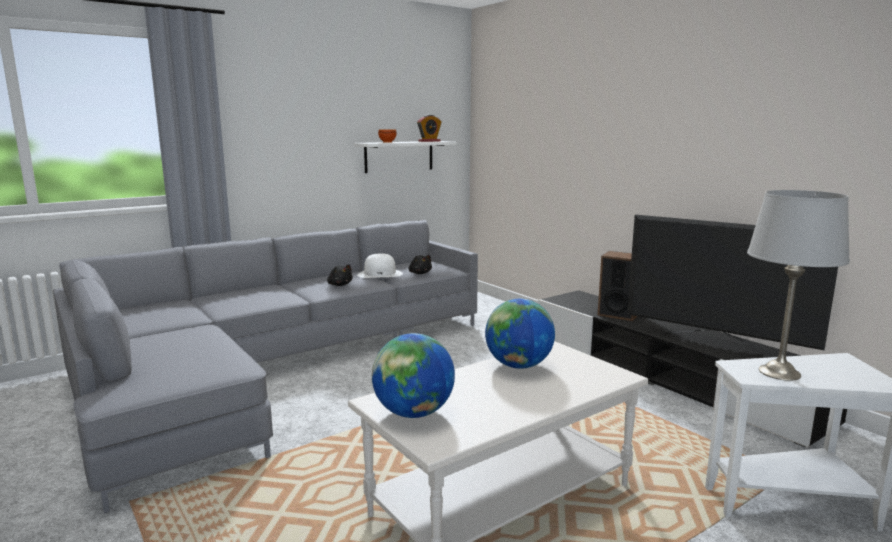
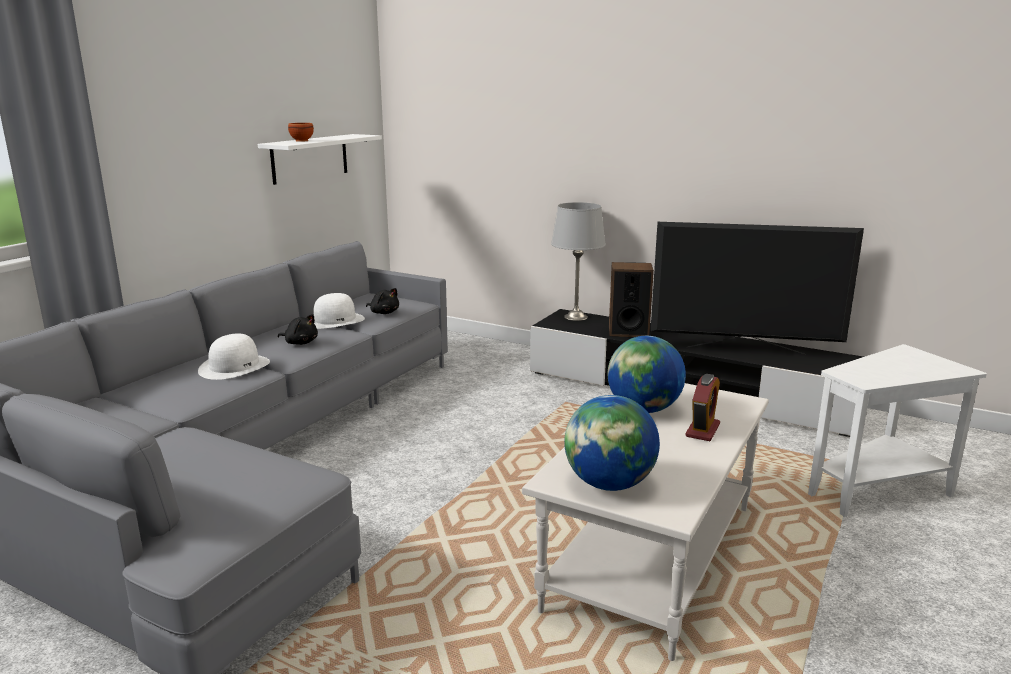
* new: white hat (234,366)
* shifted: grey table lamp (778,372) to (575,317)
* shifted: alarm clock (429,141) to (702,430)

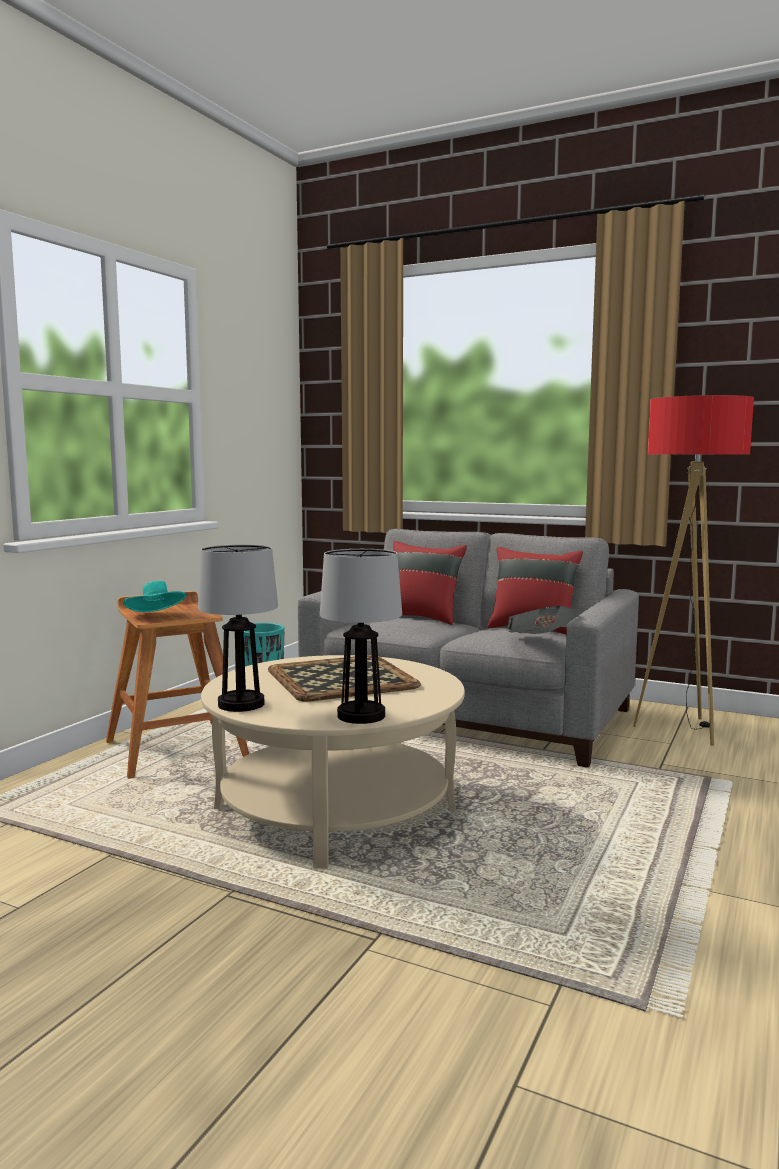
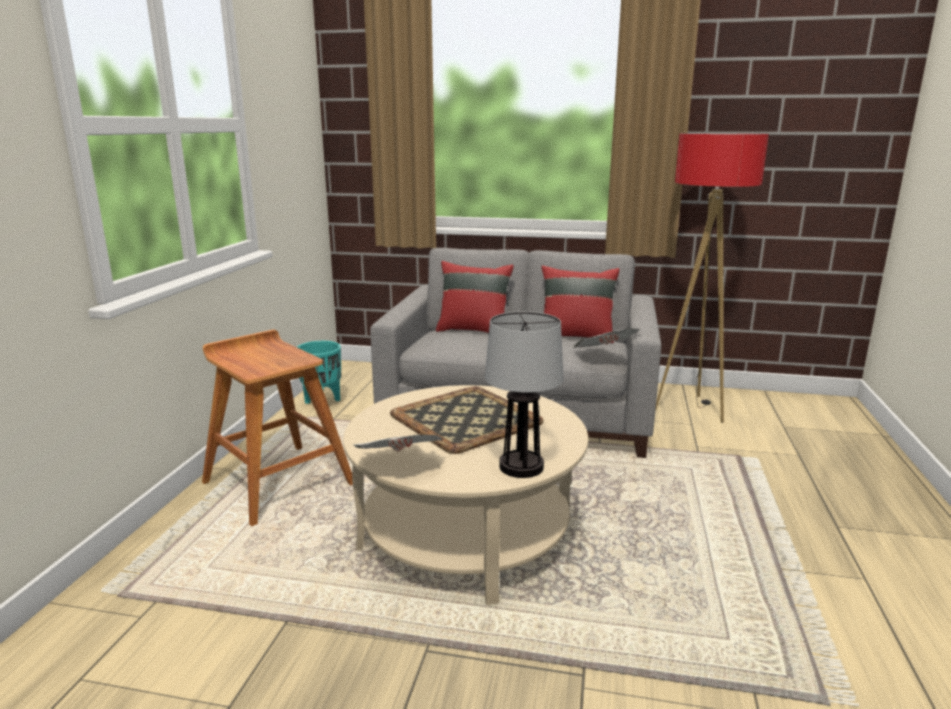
* swapped: table lamp (241,704) to newspaper (399,465)
* gone: turquoise hat (157,616)

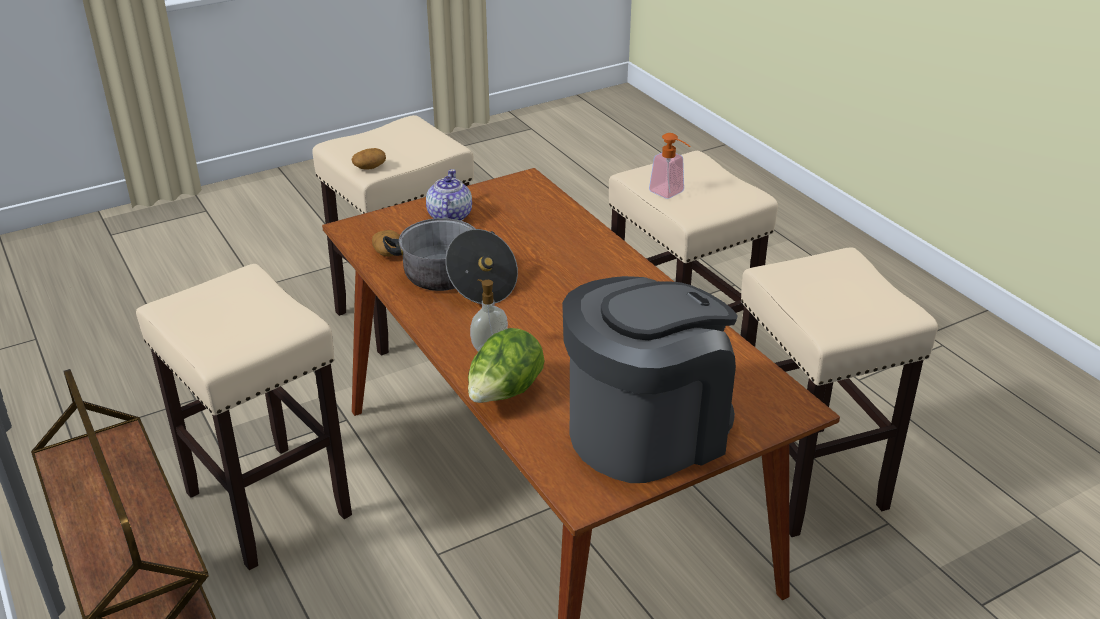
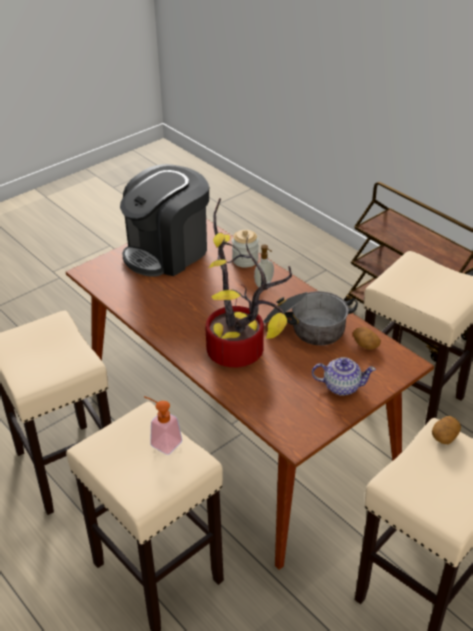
* new: potted plant (240,351)
* swapped: lettuce (504,394) to jar (245,260)
* rotated: teapot (449,217) = (341,386) 75 degrees counterclockwise

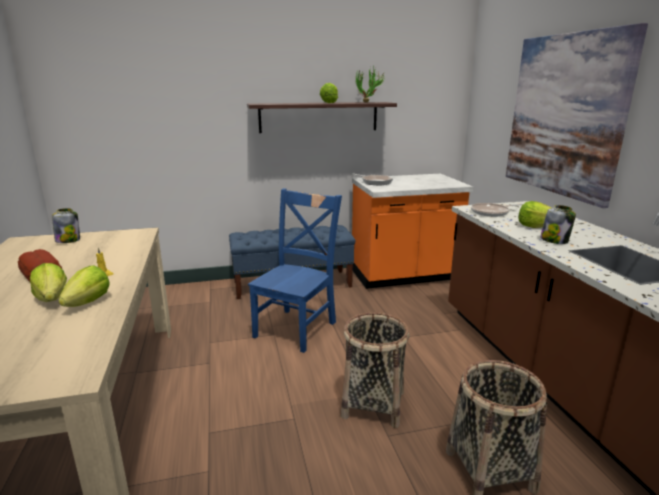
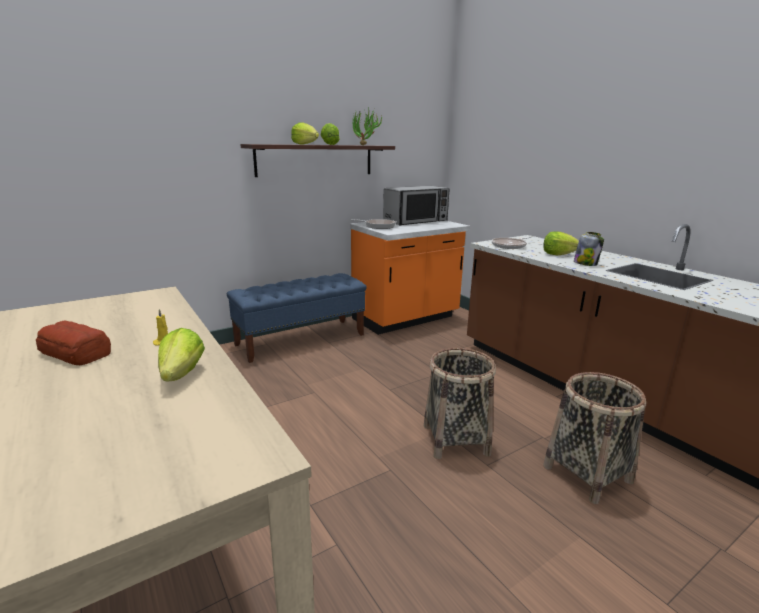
* shifted: lettuce (52,298) to (305,144)
* new: microwave (416,221)
* gone: jar (68,240)
* gone: blue chair (297,328)
* gone: picture (564,115)

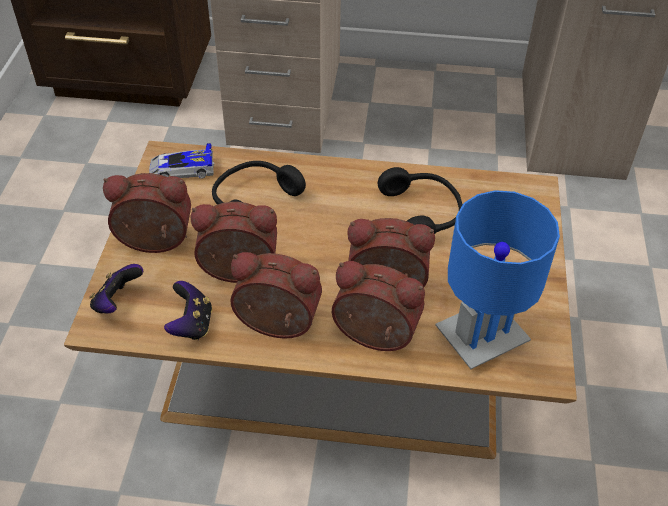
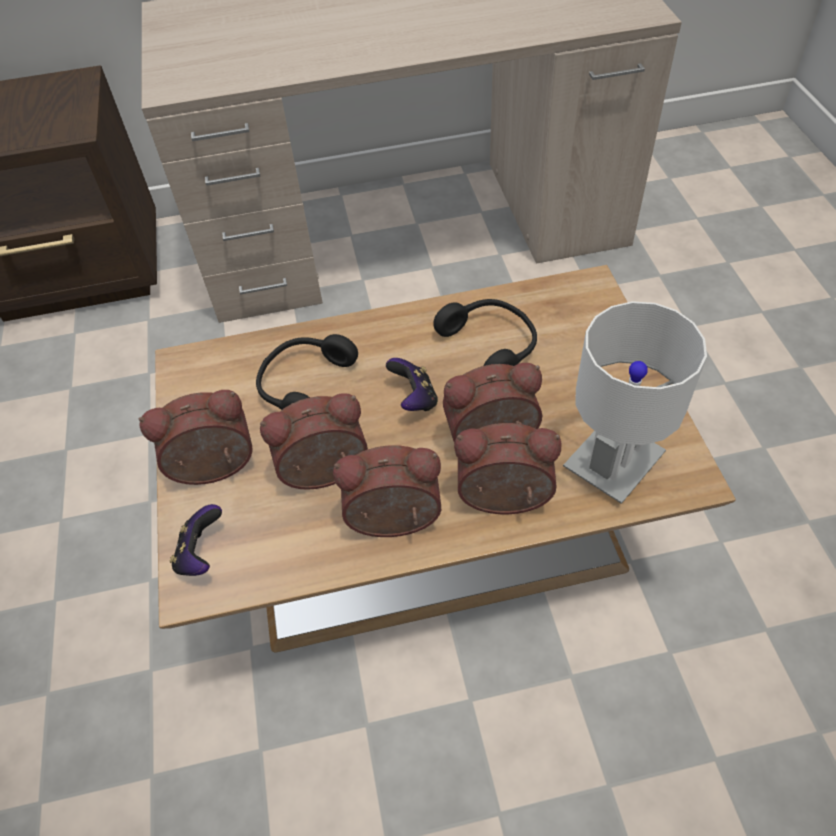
* shifted: game controller (191,325) to (414,399)
* repainted: blue table lamp (481,337) to white table lamp (612,463)
* gone: toy car (182,169)

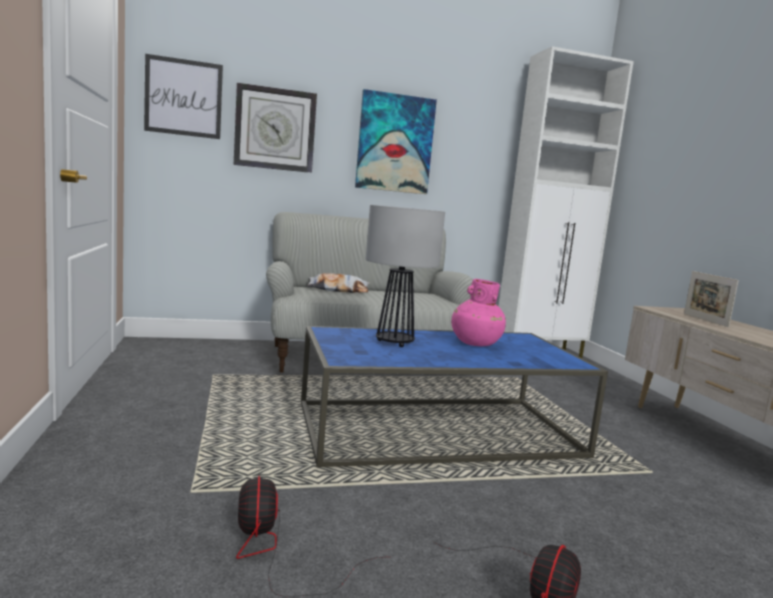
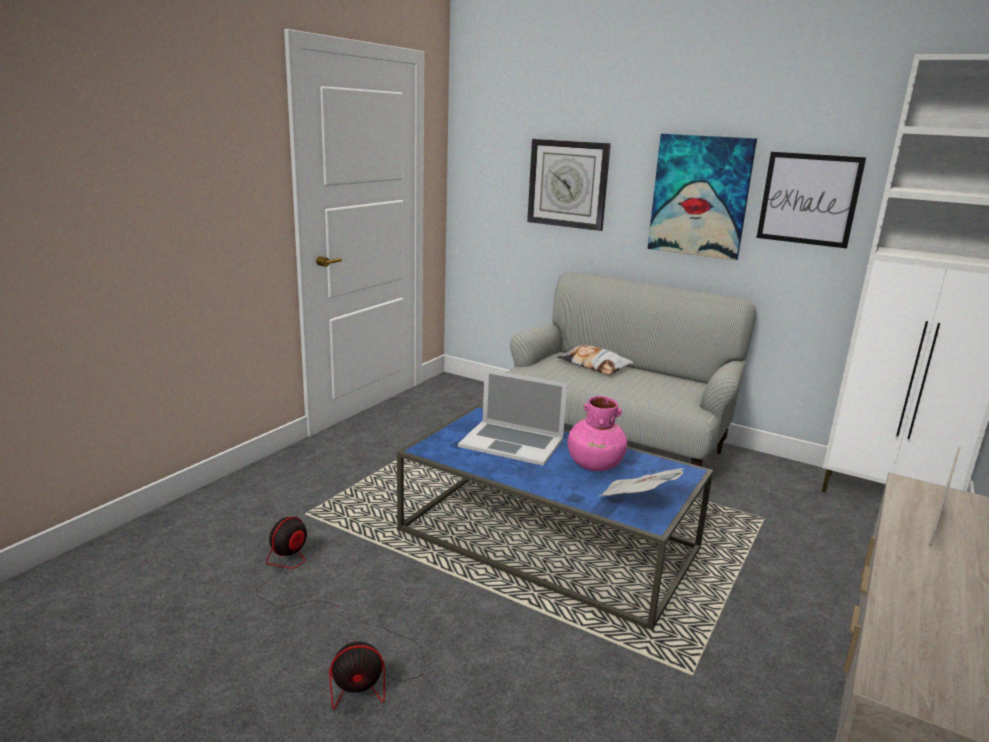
* swapped: table lamp (394,342) to laptop (512,442)
* new: newspaper (637,501)
* shifted: picture (183,97) to (808,199)

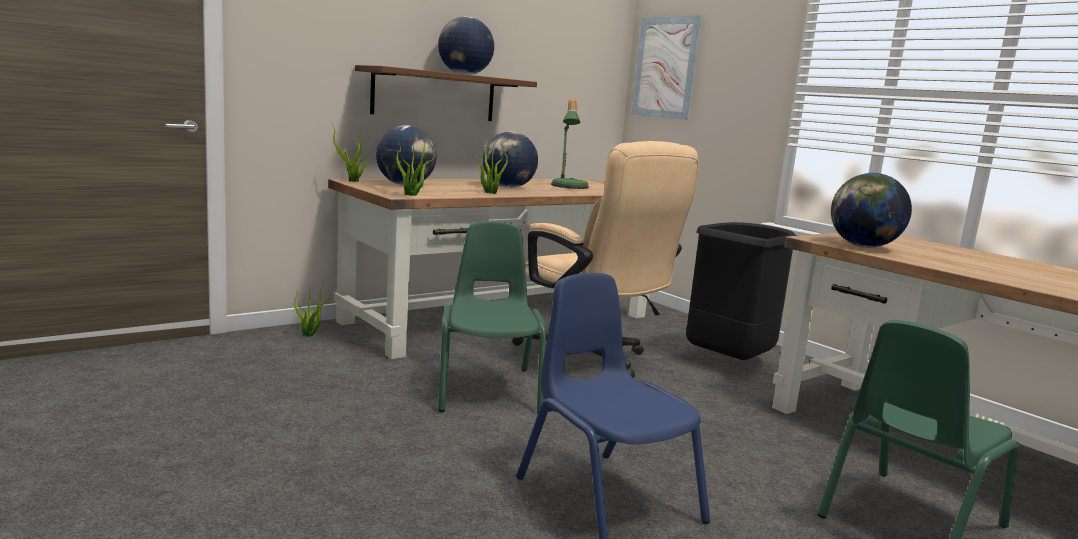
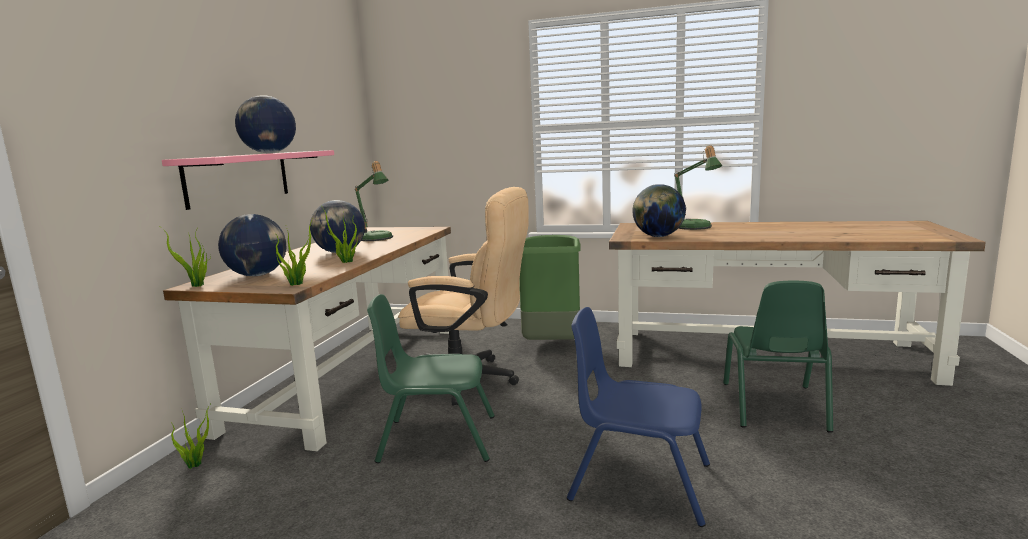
* repainted: brown shelf (434,95) to pink shelf (238,178)
* rotated: green chair (488,389) = (437,439) 45 degrees counterclockwise
* repainted: black trash can (730,362) to green trash can (552,344)
* new: table lamp (695,228)
* gone: picture (665,68)

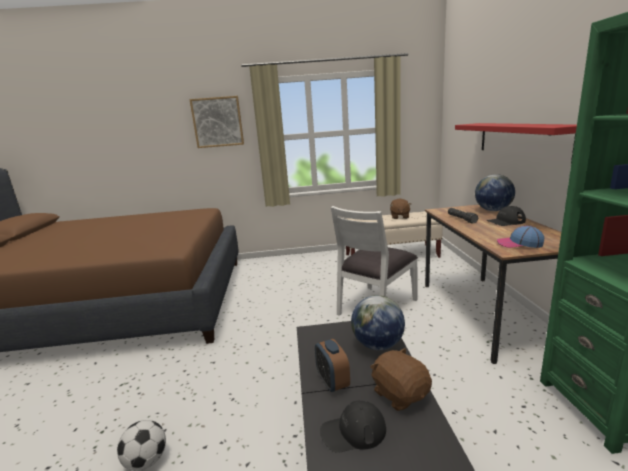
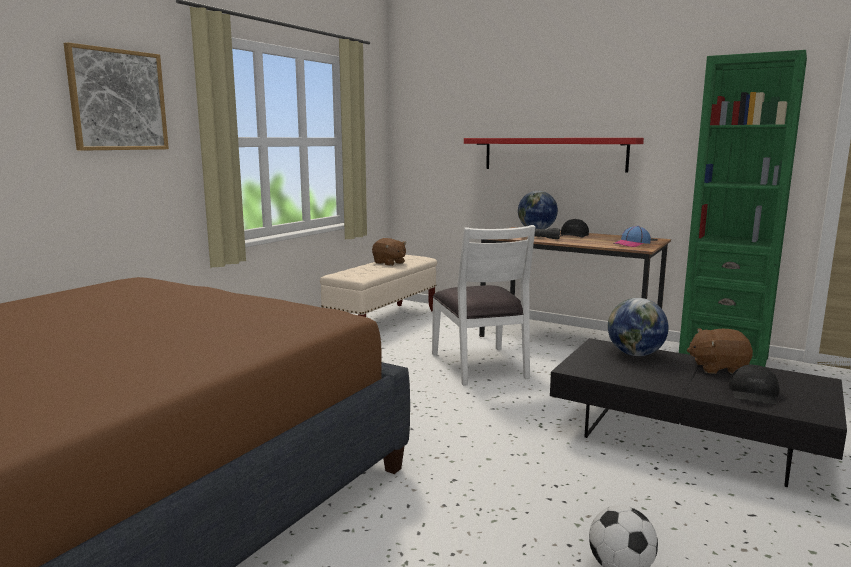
* gone: alarm clock (332,382)

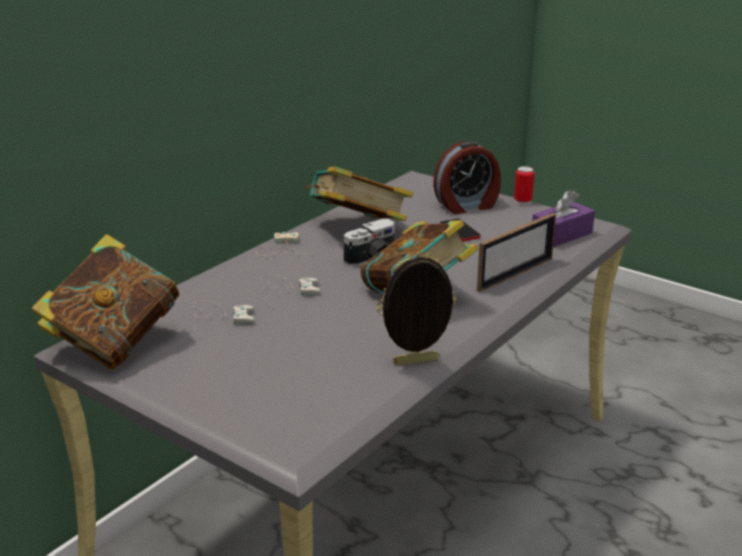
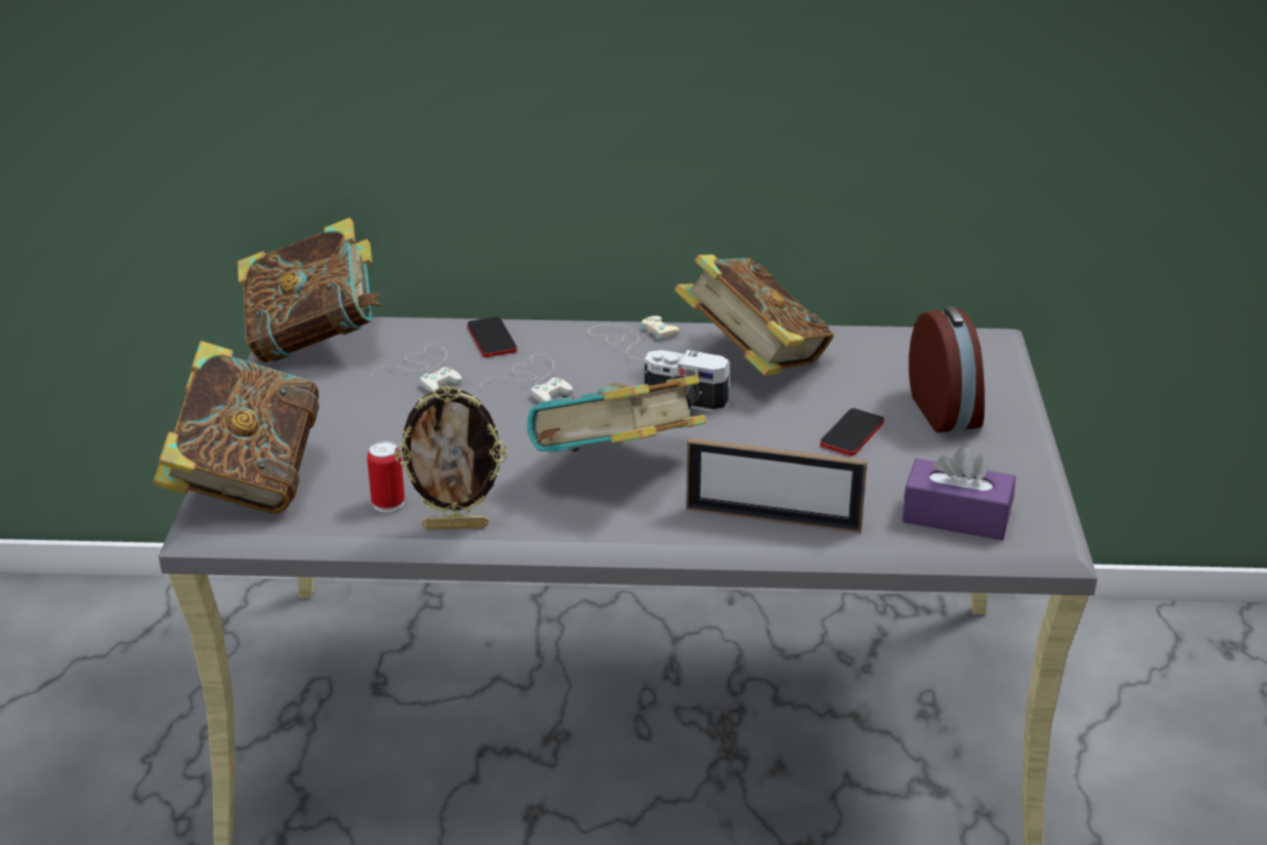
* new: book (245,483)
* shifted: can (522,201) to (388,503)
* rotated: picture frame (416,363) = (456,526) 135 degrees clockwise
* new: phone (491,338)
* rotated: alarm clock (467,206) = (946,411) 135 degrees counterclockwise

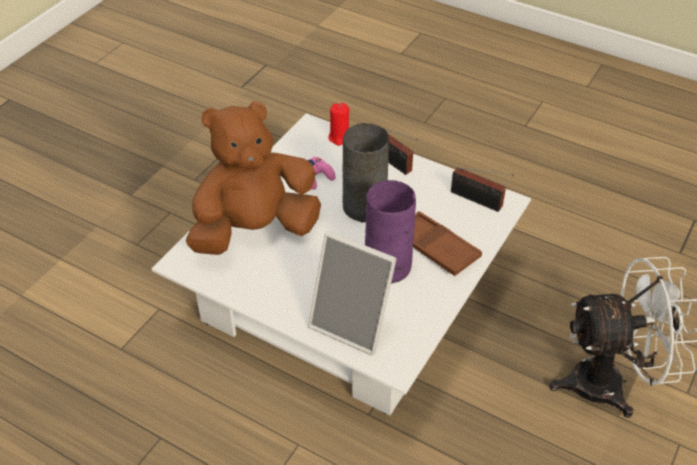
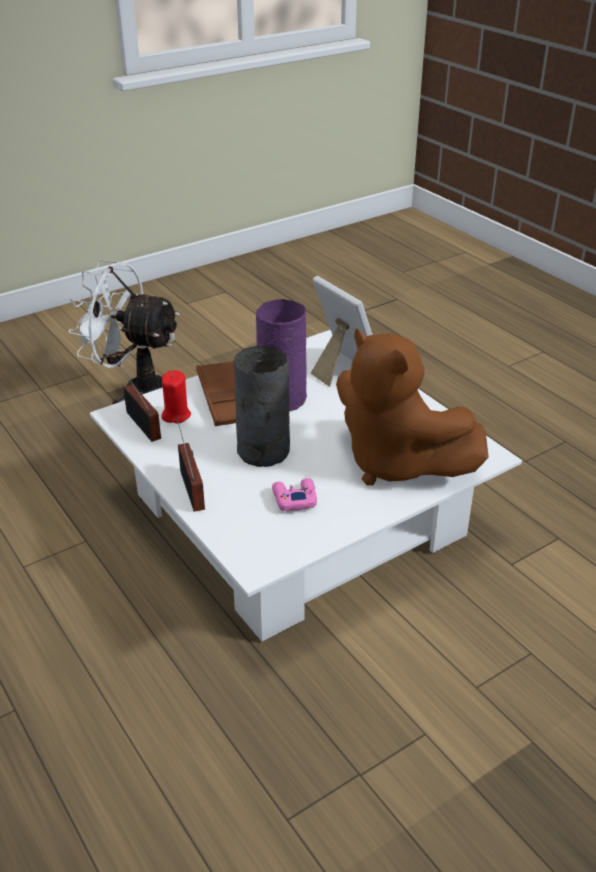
* shifted: red candle (340,137) to (176,415)
* rotated: brown plush toy (255,230) = (396,463) 45 degrees clockwise

